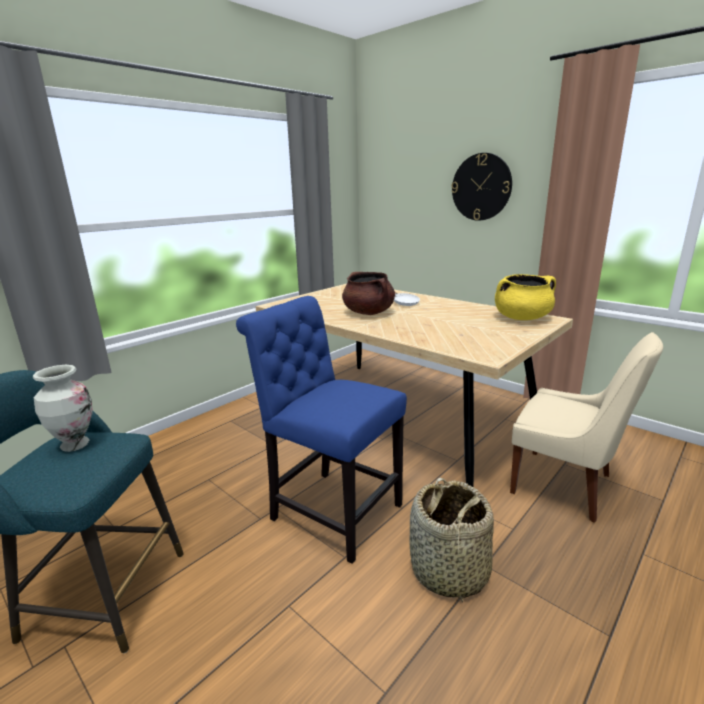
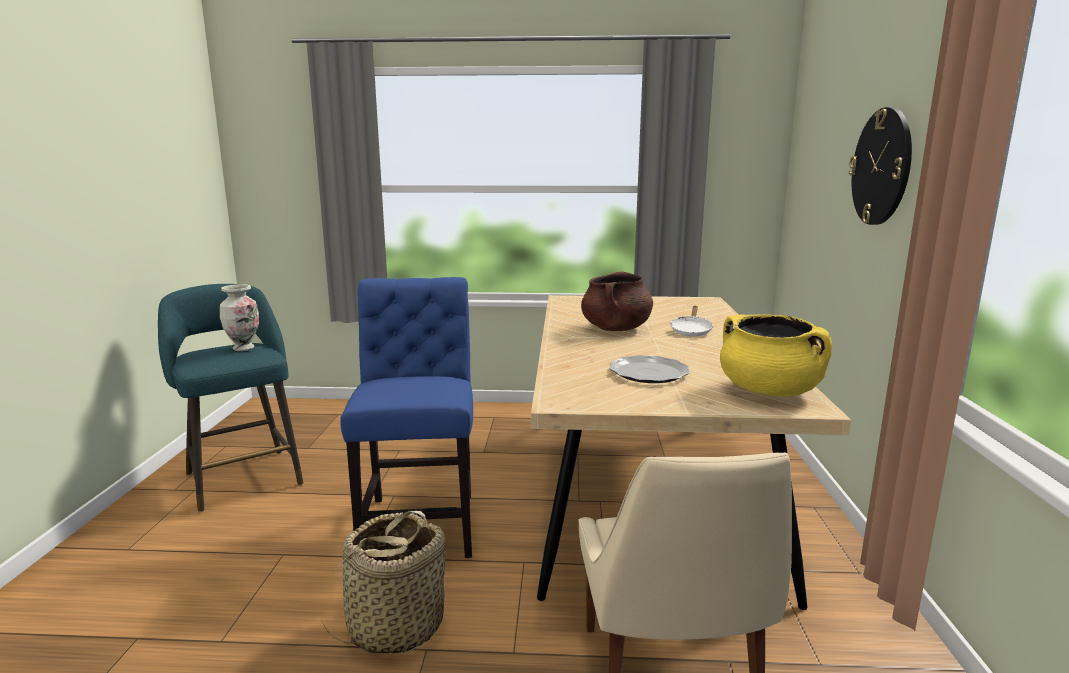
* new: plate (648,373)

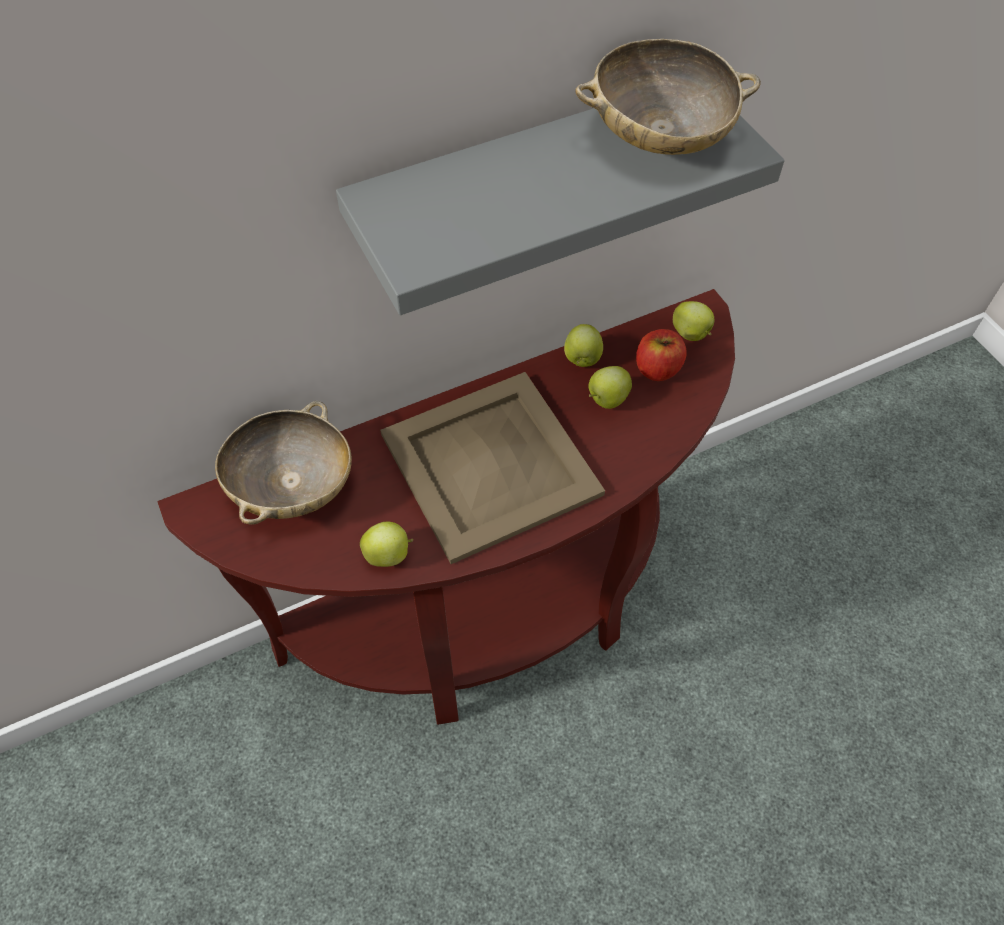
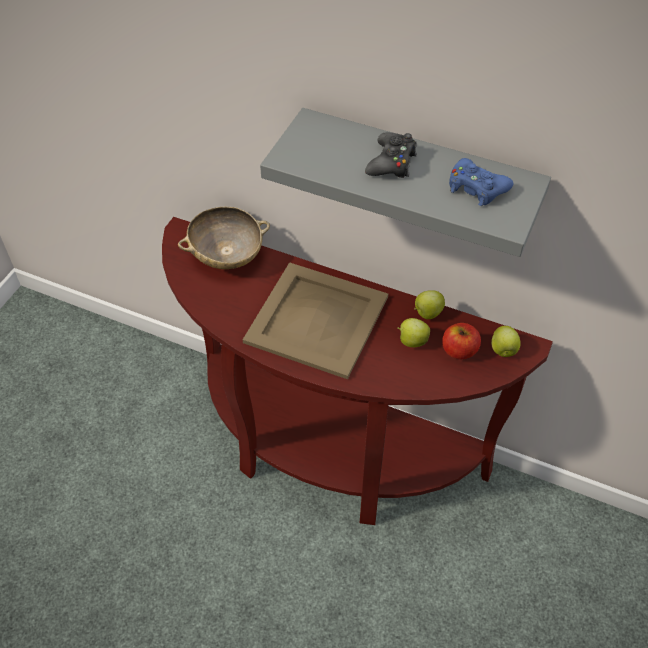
* new: black game controller (392,162)
* swapped: beige bowl (659,137) to blue game controller (476,188)
* gone: apple (389,554)

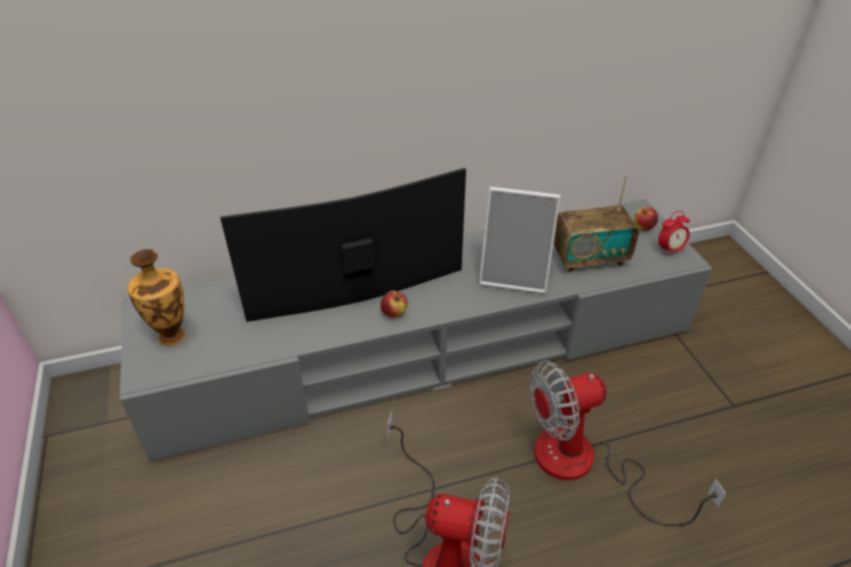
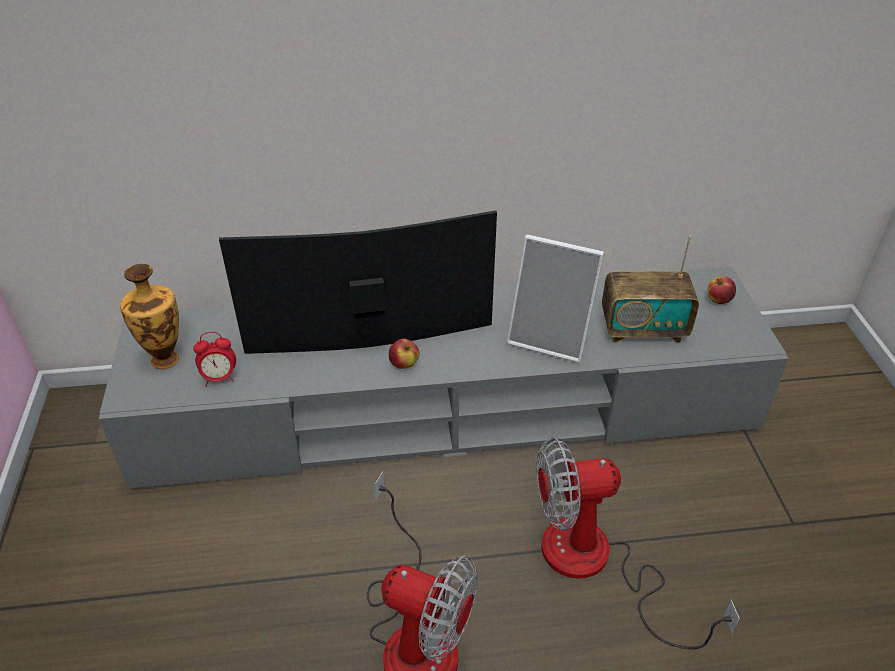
* shifted: alarm clock (669,250) to (219,378)

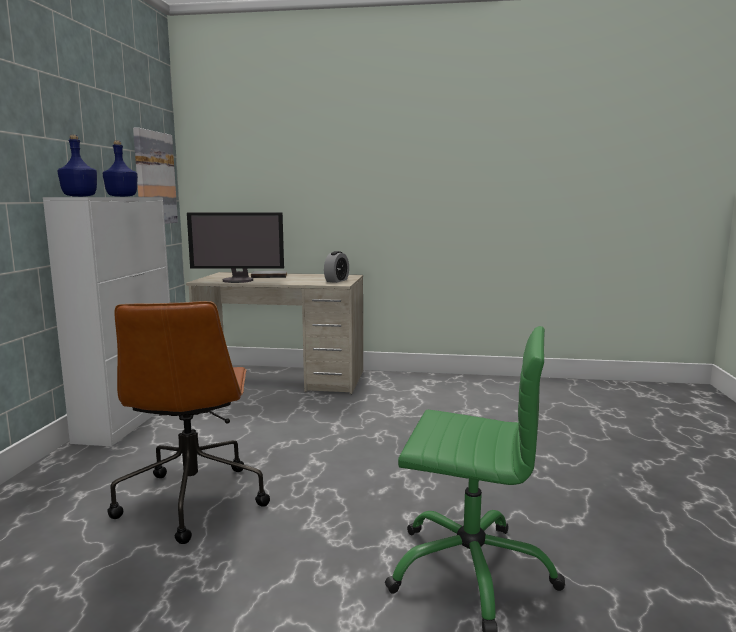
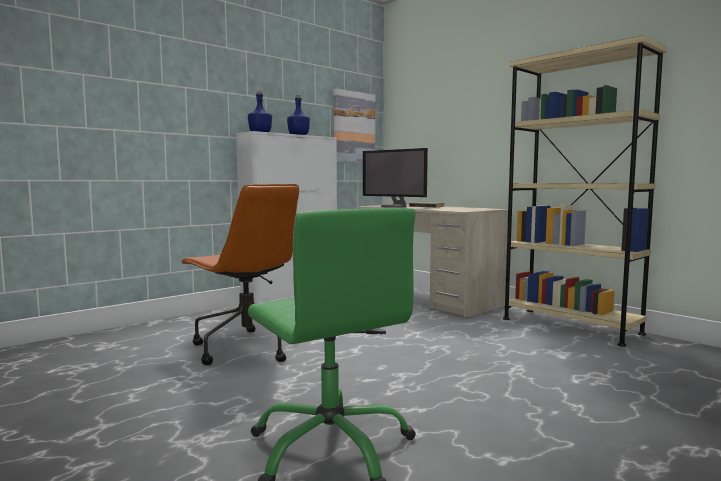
* rotated: brown office chair (192,499) = (246,347) 75 degrees counterclockwise
* new: beige bookcase (570,326)
* gone: alarm clock (336,281)

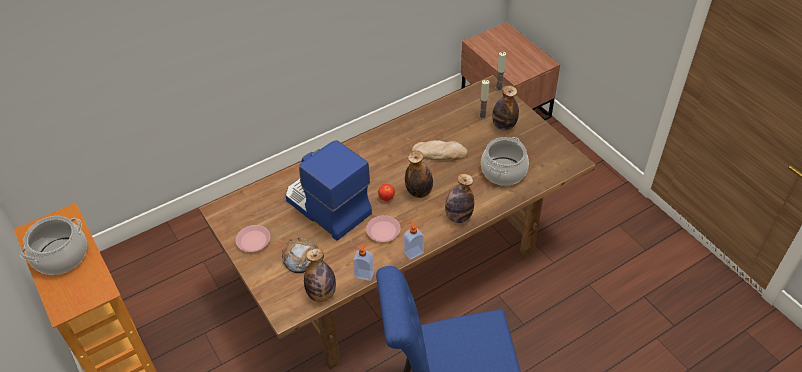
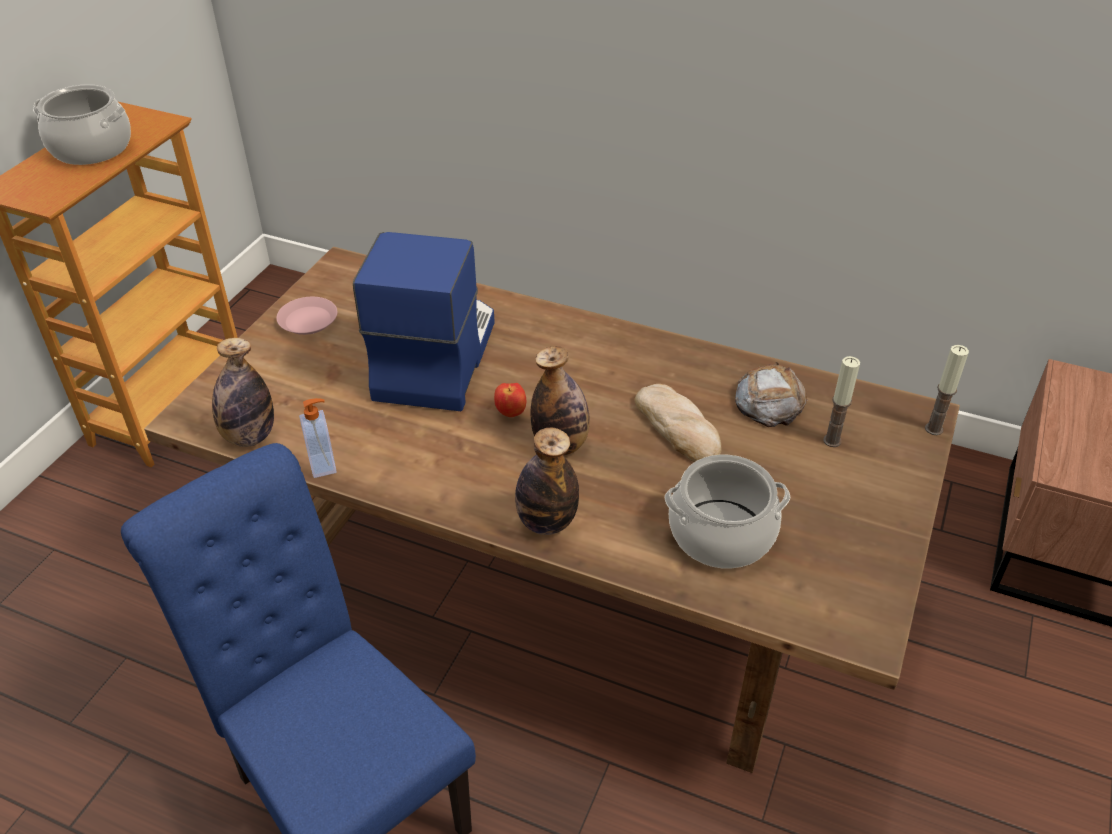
* shifted: bread (301,258) to (769,401)
* gone: pink plate (383,231)
* gone: soap dispenser (413,252)
* gone: bottle (504,126)

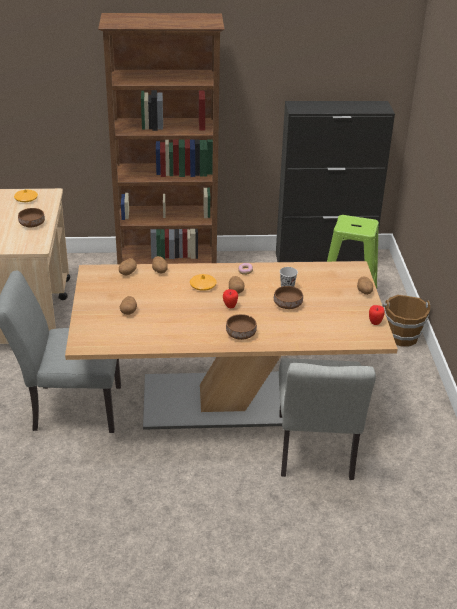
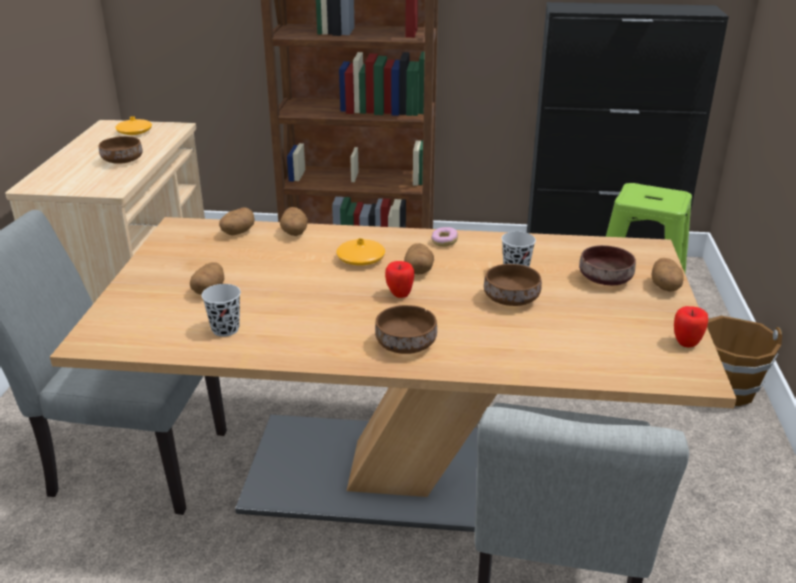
* new: black cup (225,329)
* new: brown bowl (606,279)

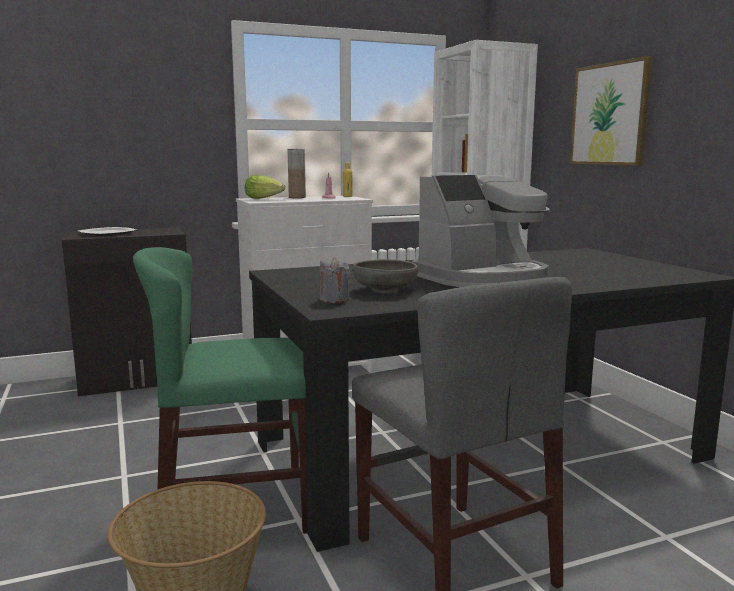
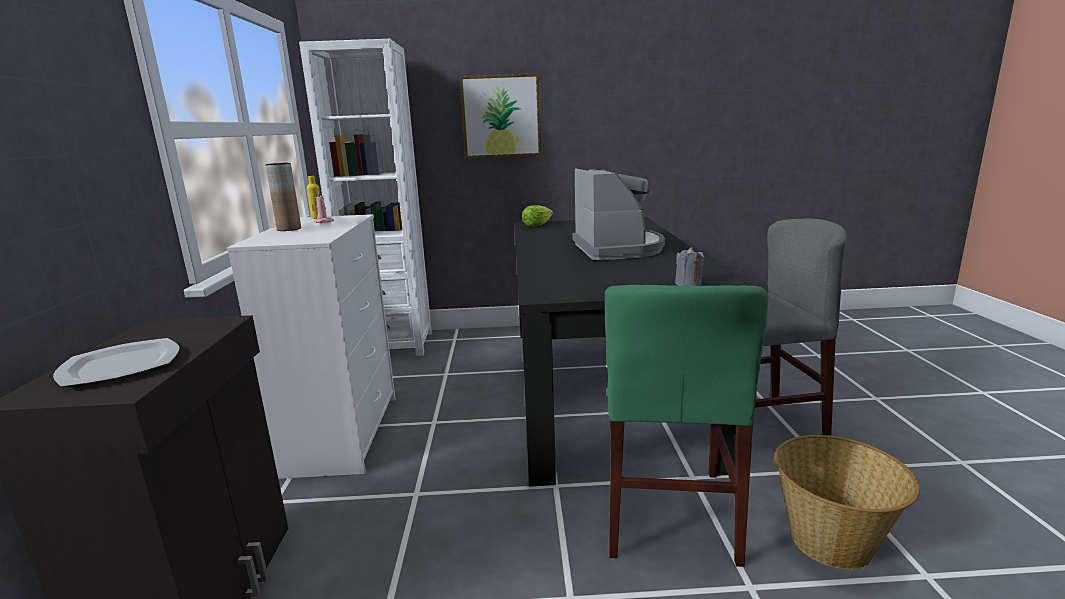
* shifted: lettuce (264,199) to (537,225)
* gone: grey bowl (384,290)

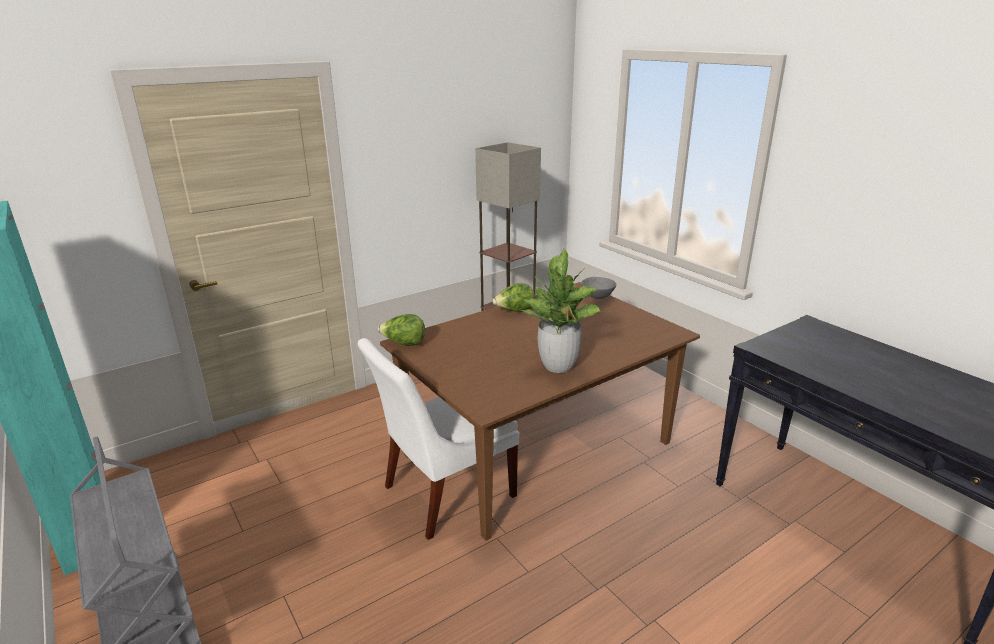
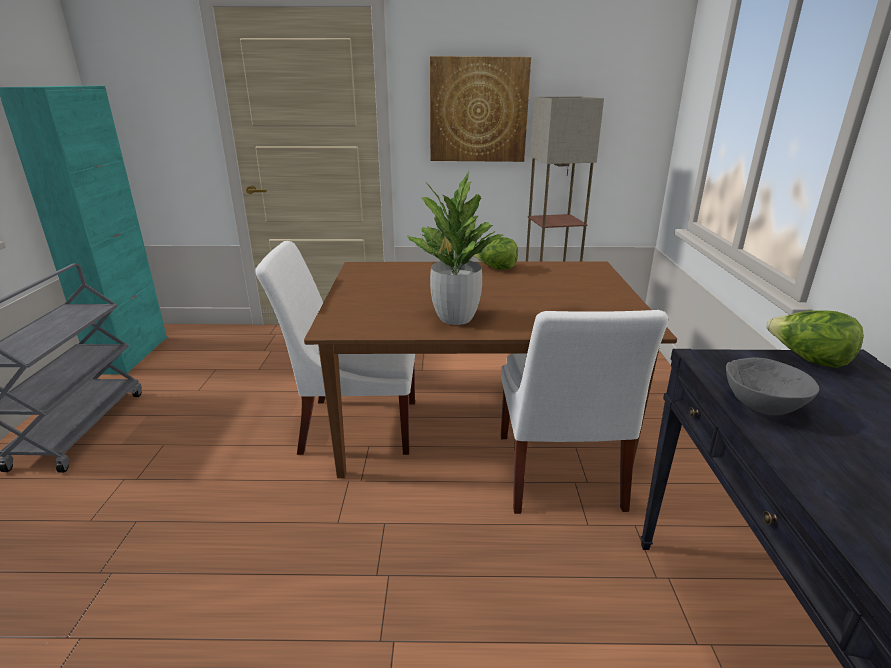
* new: picture (478,110)
* new: white chair (558,475)
* shifted: grey bowl (598,297) to (763,407)
* shifted: lettuce (404,344) to (807,360)

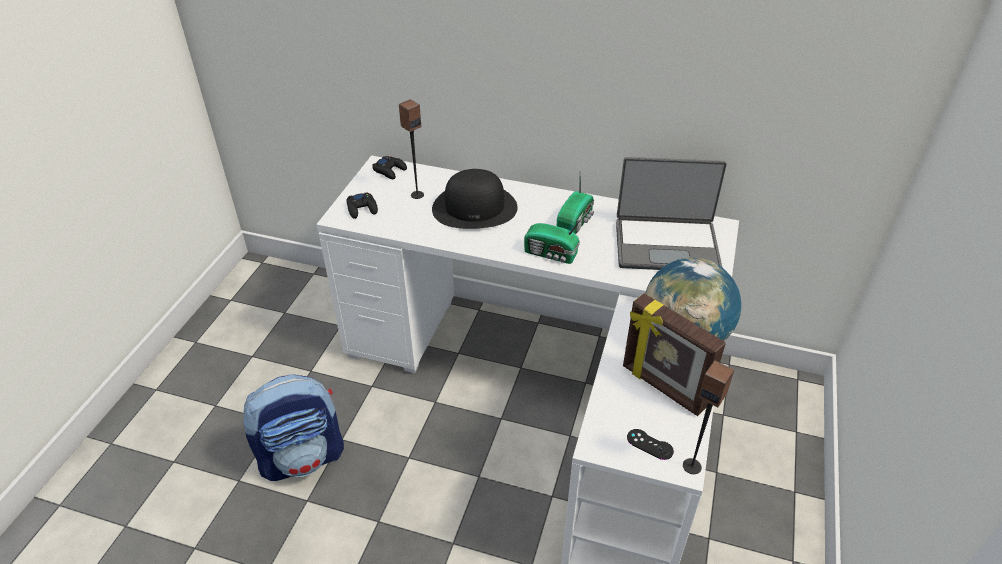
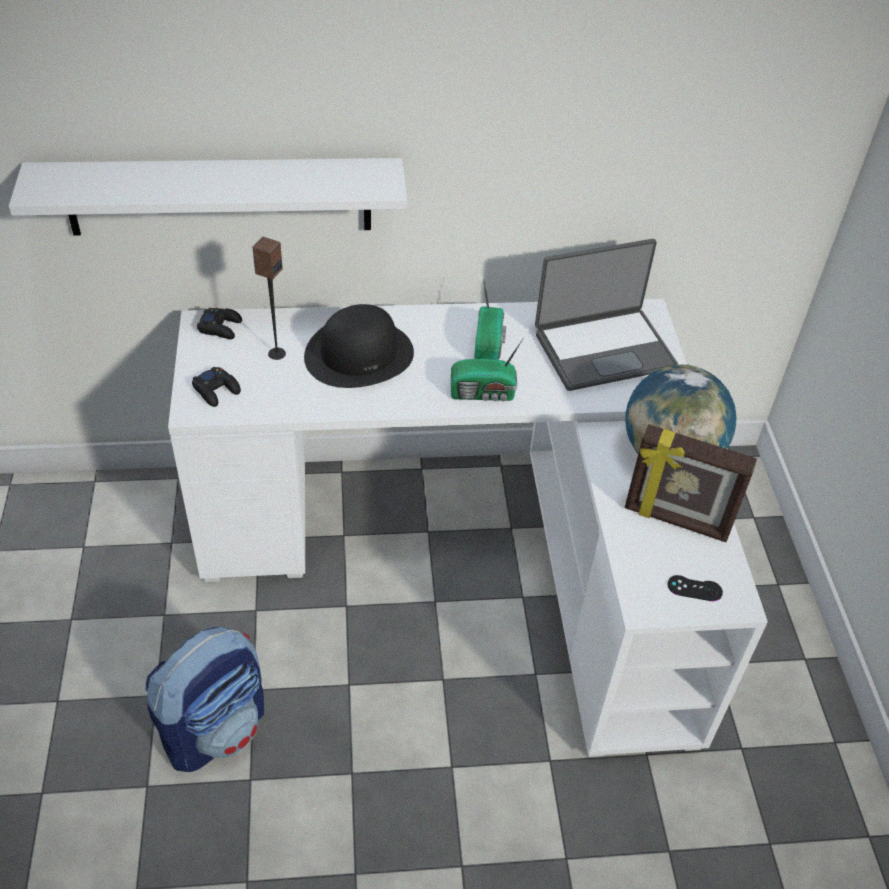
* new: white shelf (219,196)
* gone: speaker (692,466)

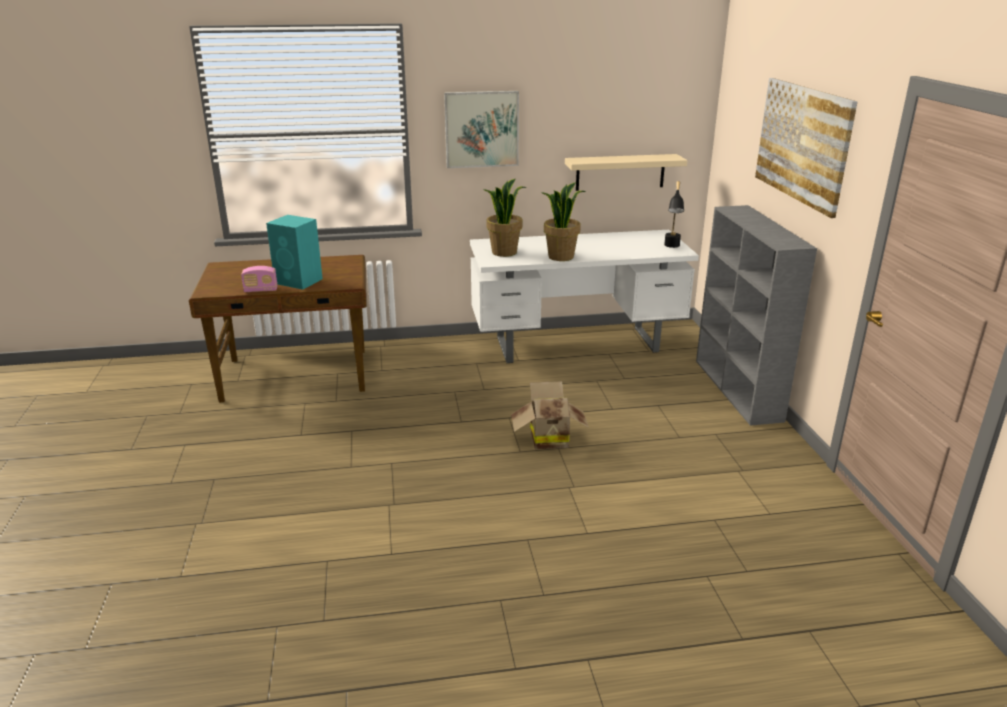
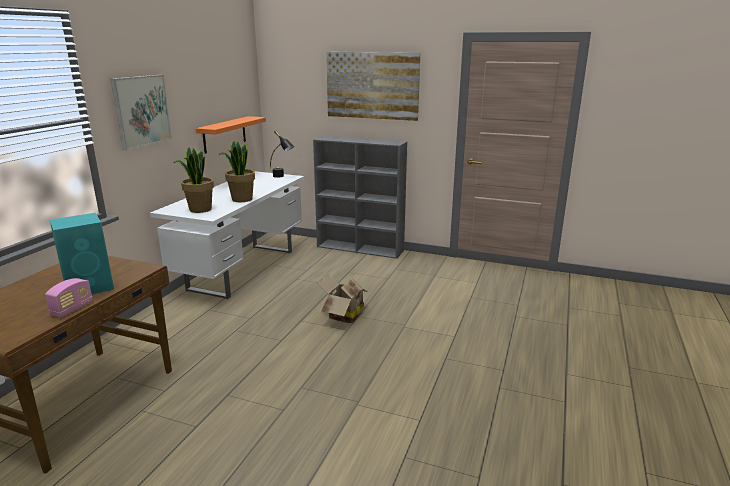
* repainted: beige shelf (620,172) to orange shelf (224,134)

